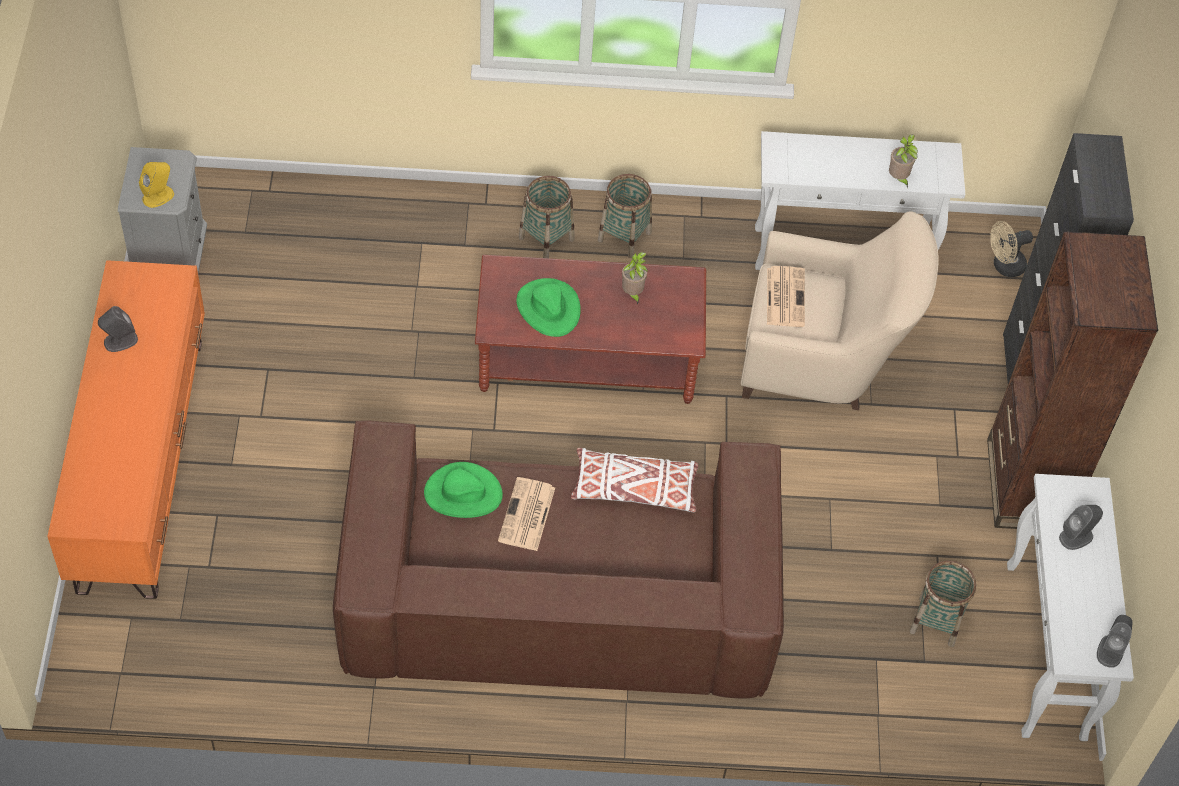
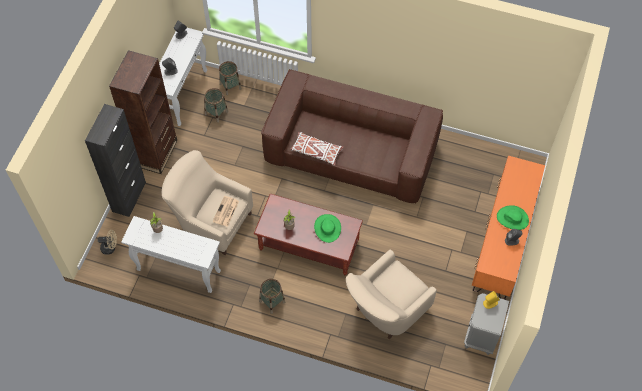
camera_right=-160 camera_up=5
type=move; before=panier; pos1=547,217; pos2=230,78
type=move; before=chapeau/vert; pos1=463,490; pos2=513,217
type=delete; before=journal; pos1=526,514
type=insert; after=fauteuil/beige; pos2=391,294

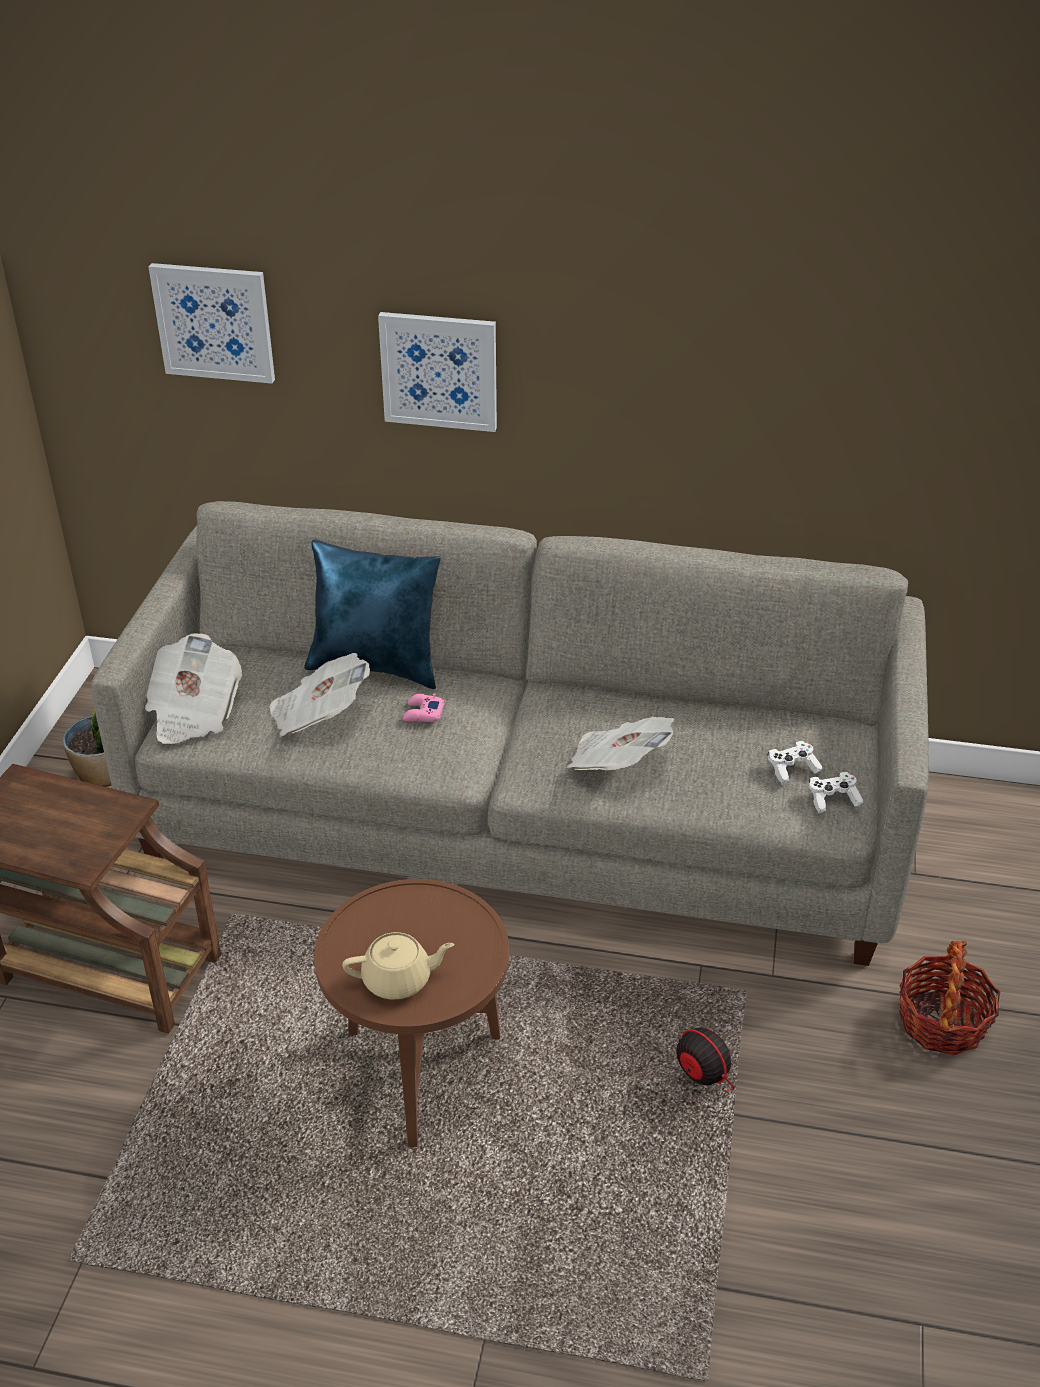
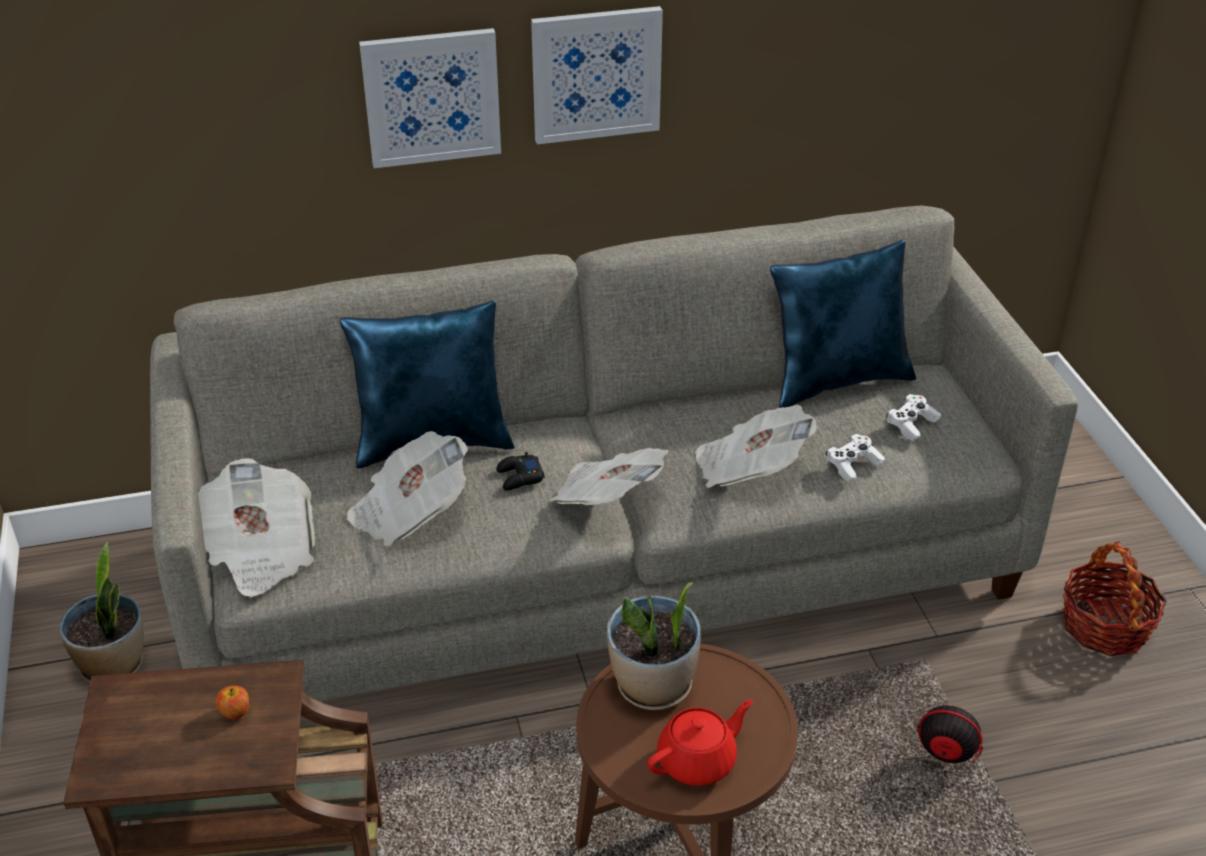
camera_right=-25 camera_up=0
type=move; before=tableau; pos1=212,323; pos2=597,75
type=recolor; before=manette/rose; after=manette/noir; pos1=424,707; pos2=520,471
type=move; before=manette/blanc; pos1=836,792; pos2=855,458
type=recolor; before=théière/beige; after=théière/rouge; pos1=398,965; pos2=700,743
type=insert; after=coussin/bleu; pos2=843,324
type=insert; after=journal; pos2=609,476
type=insert; after=plante en pot; pos2=654,646
type=insert; after=pomme; pos2=232,702

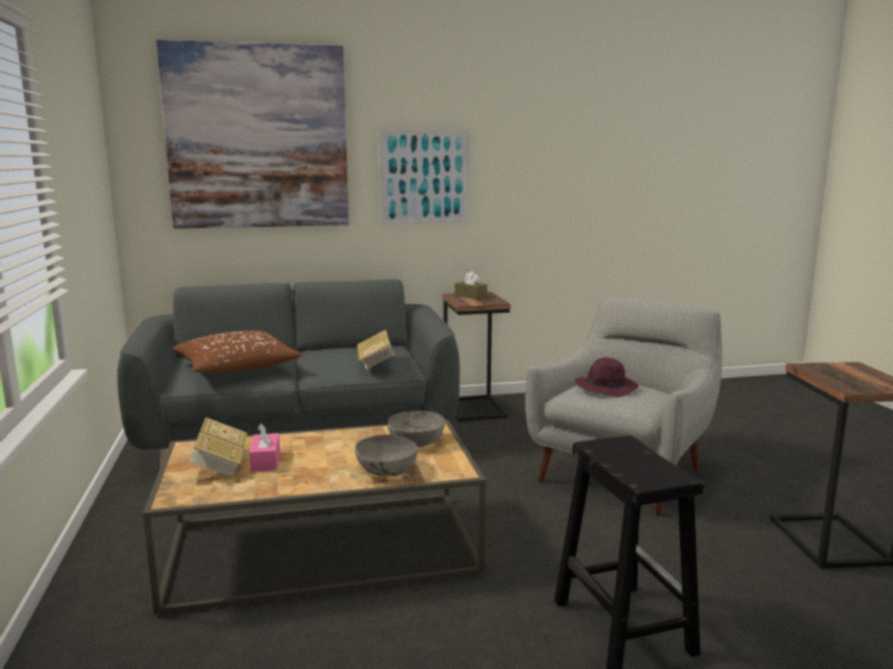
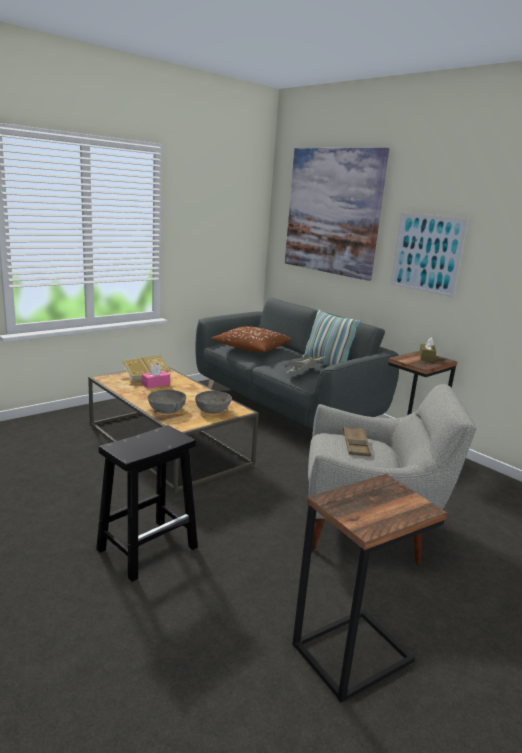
camera_right=60 camera_up=5
type=replace; before=chapeau/violet; after=plateau/marron; pos1=606,377; pos2=357,441
type=insert; after=coussin; pos2=331,337

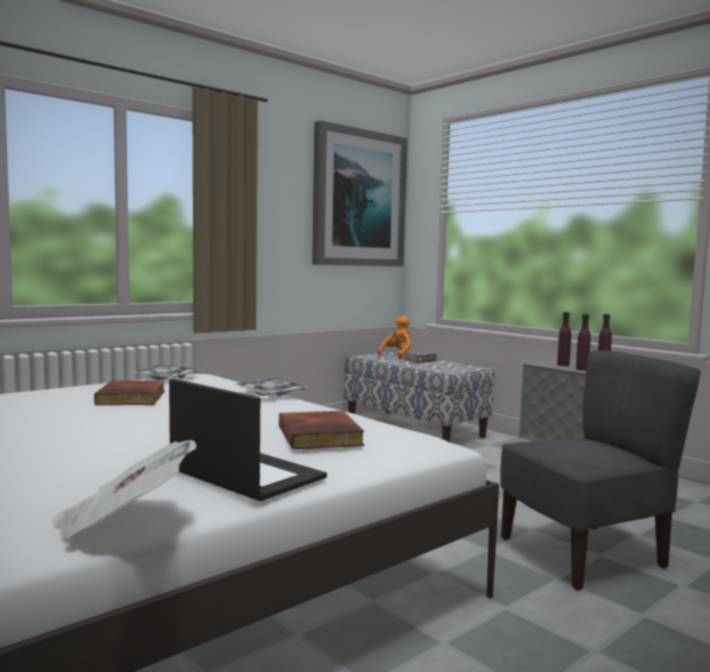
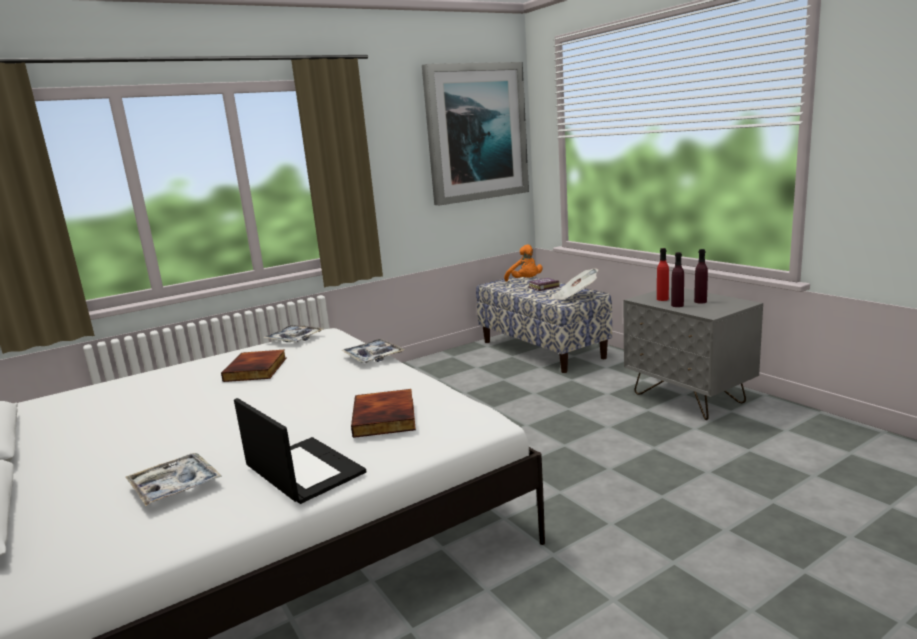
camera_right=10 camera_up=10
type=recolor; before=bouteille/violet; after=bouteille/rouge; pos1=564,339; pos2=663,274
type=rotate; before=peluche/orange; pos1=394,337; pos2=523,263; turn=105
type=delete; before=chaise/gris; pos1=600,470
type=move; before=journal; pos1=124,490; pos2=575,284
type=insert; after=plateau; pos2=174,479

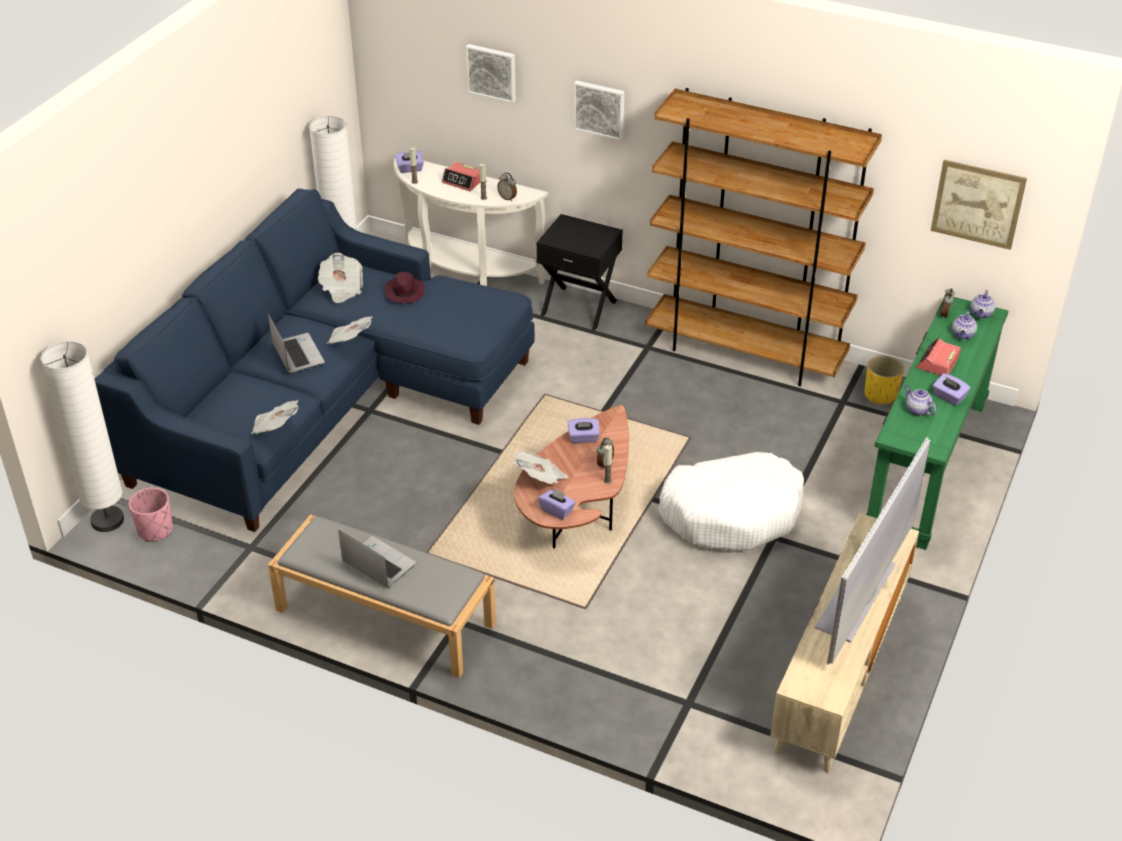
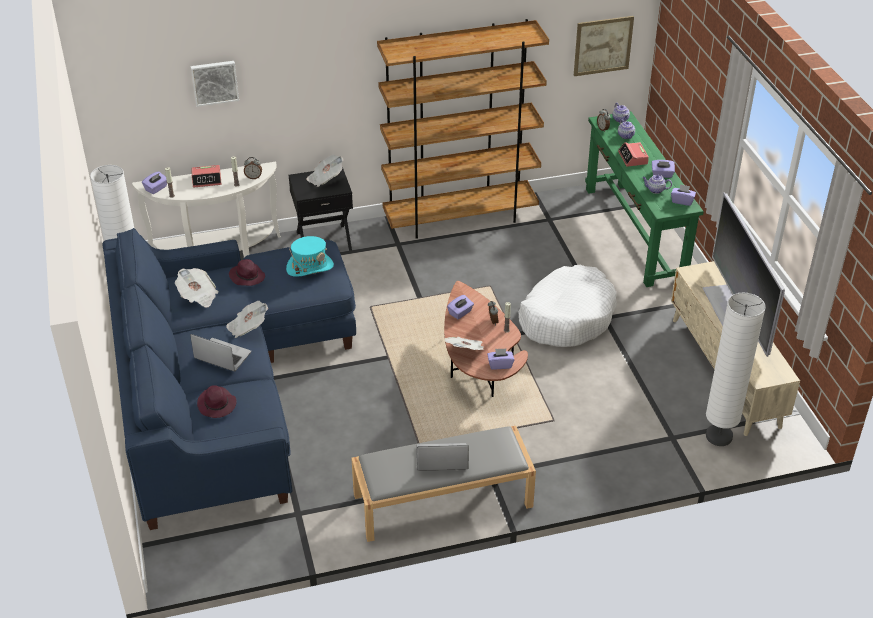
camera_right=-40 camera_up=0
type=delete; before=tableau; pos1=599,110
type=move; before=lampadaire/blanc; pos1=82,436; pos2=736,369
type=delete; before=cache-pot/jaune; pos1=884,379
type=move; before=journal; pos1=274,417; pos2=325,170
type=delete; before=cache-pot/rose; pos1=150,514
type=insert; after=boîte à mouchoirs/violet; pos2=683,195
type=insert; after=chapeau/turquoise; pos2=310,256
type=insert; after=chapeau/violet; pos2=217,401

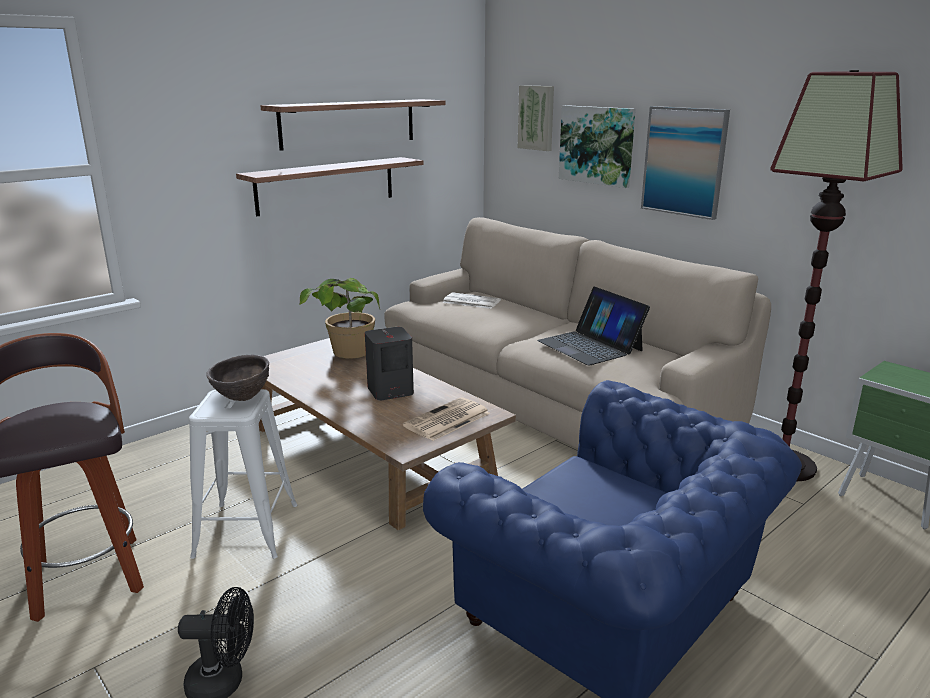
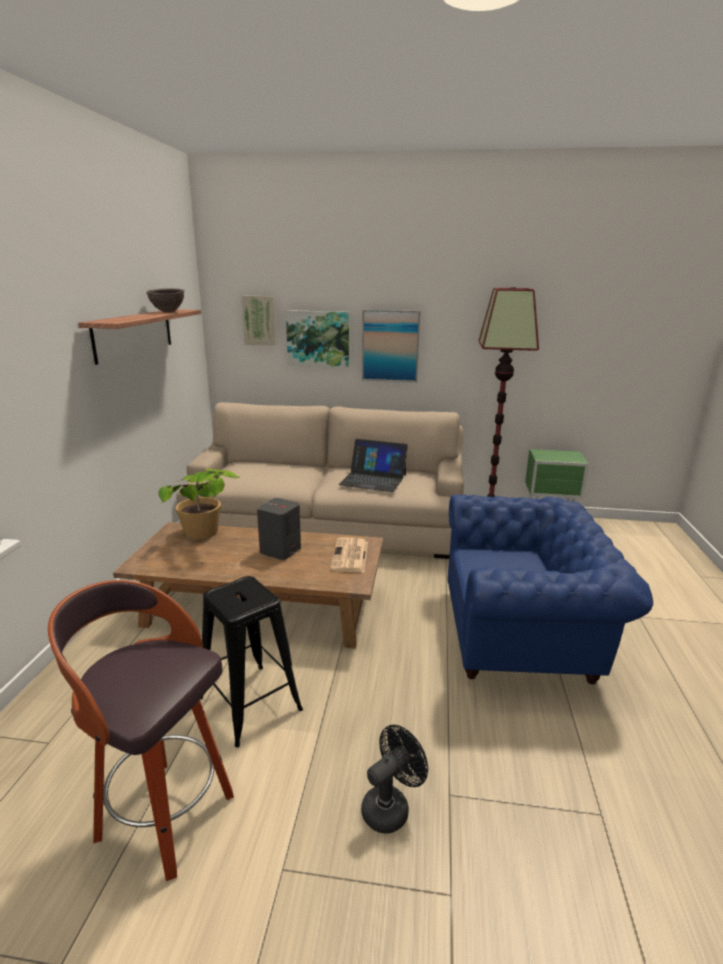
camera_right=-40 camera_up=0
type=delete; before=étagère; pos1=330,186
type=delete; before=journal; pos1=471,300
type=move; before=bol/marron; pos1=237,378; pos2=166,300
type=recolor; before=tabouret/blanc; after=tabouret/noir; pos1=243,474; pos2=252,661

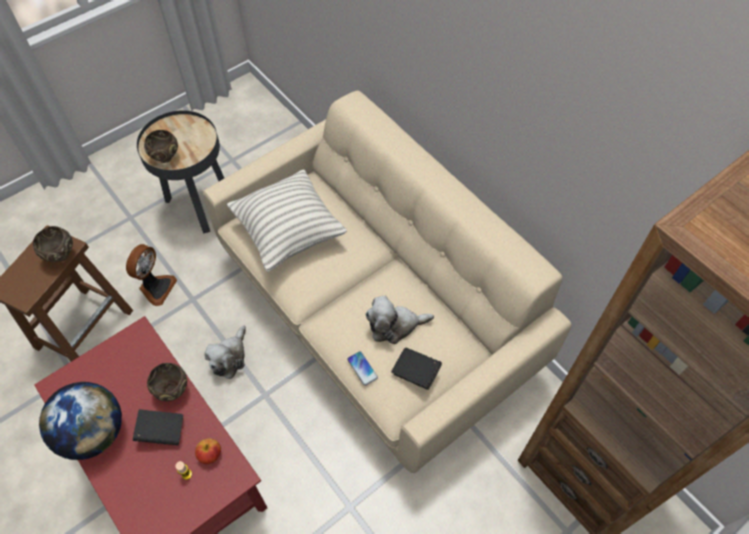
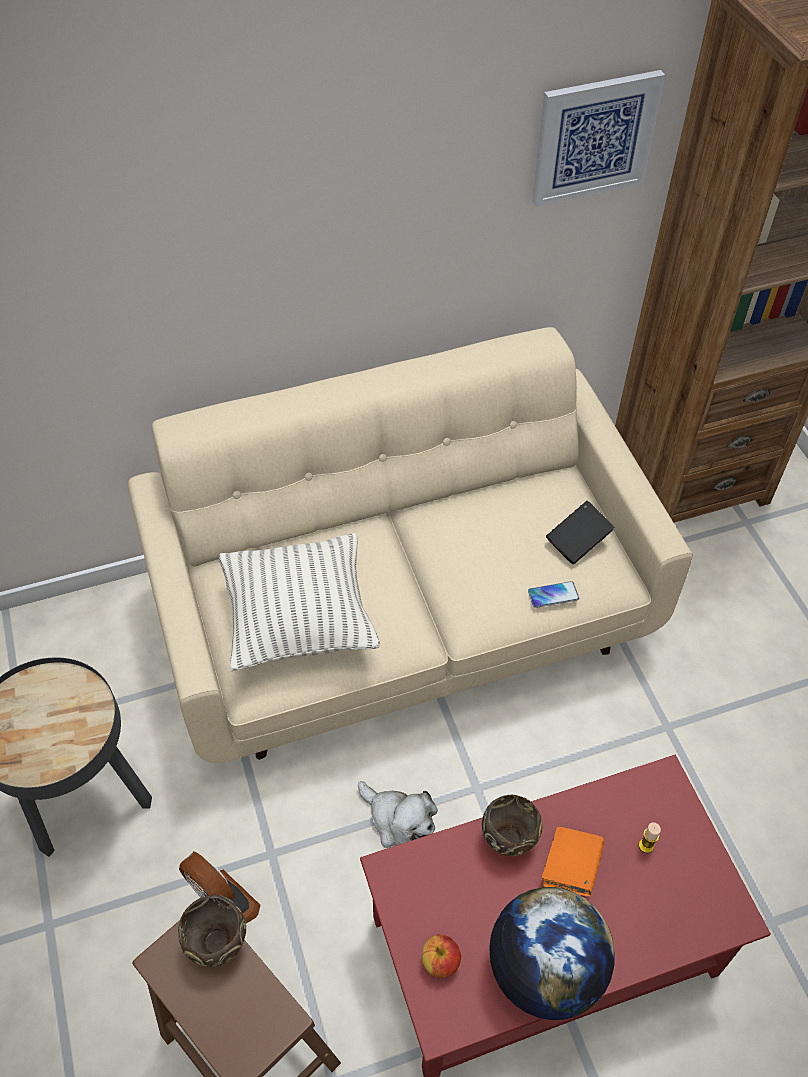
camera_right=-70 camera_up=-5
type=delete; before=bol/marron; pos1=161,146
type=delete; before=peluche; pos1=399,320
type=recolor; before=livre/noir; after=livre/orange; pos1=158,427; pos2=573,861
type=move; before=pomme; pos1=208,451; pos2=441,956
type=insert; after=tableau; pos2=598,138

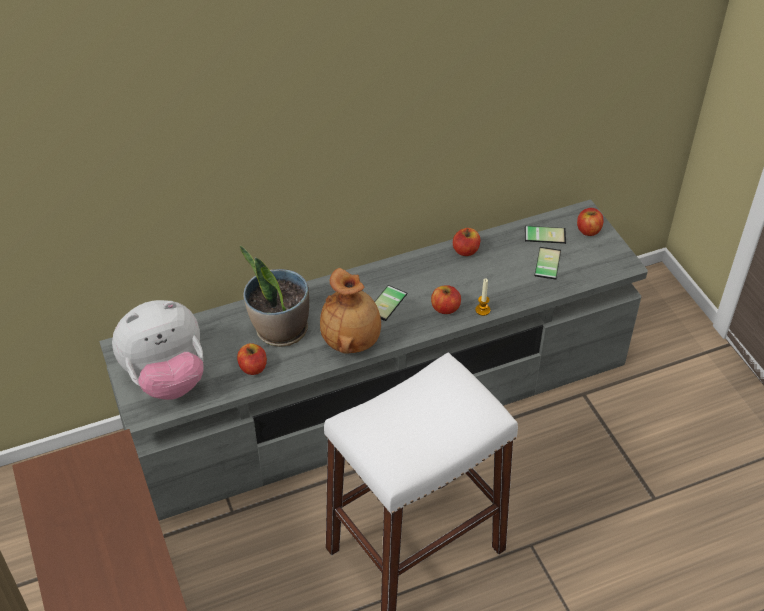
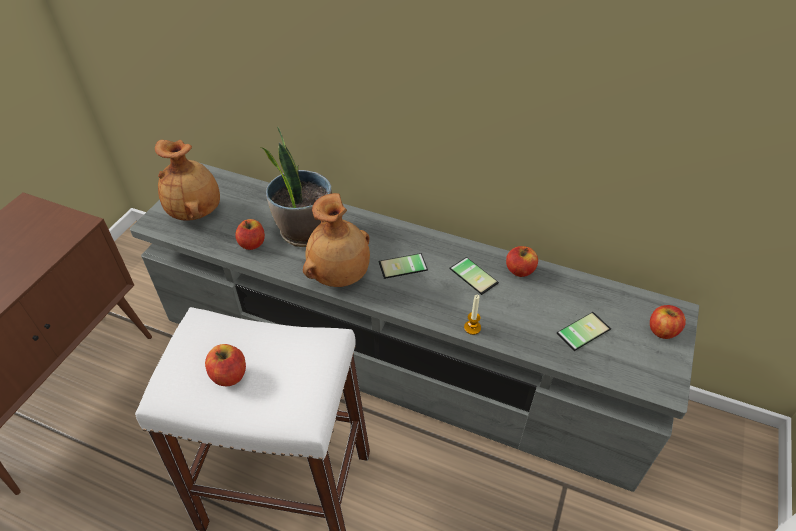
camera_right=45 camera_up=0
type=move; before=téléphone; pos1=545,233; pos2=474,276
type=move; before=pomme; pos1=446,299; pos2=225,365
type=replace; before=peluche; after=vase/marron; pos1=158,350; pos2=187,180

